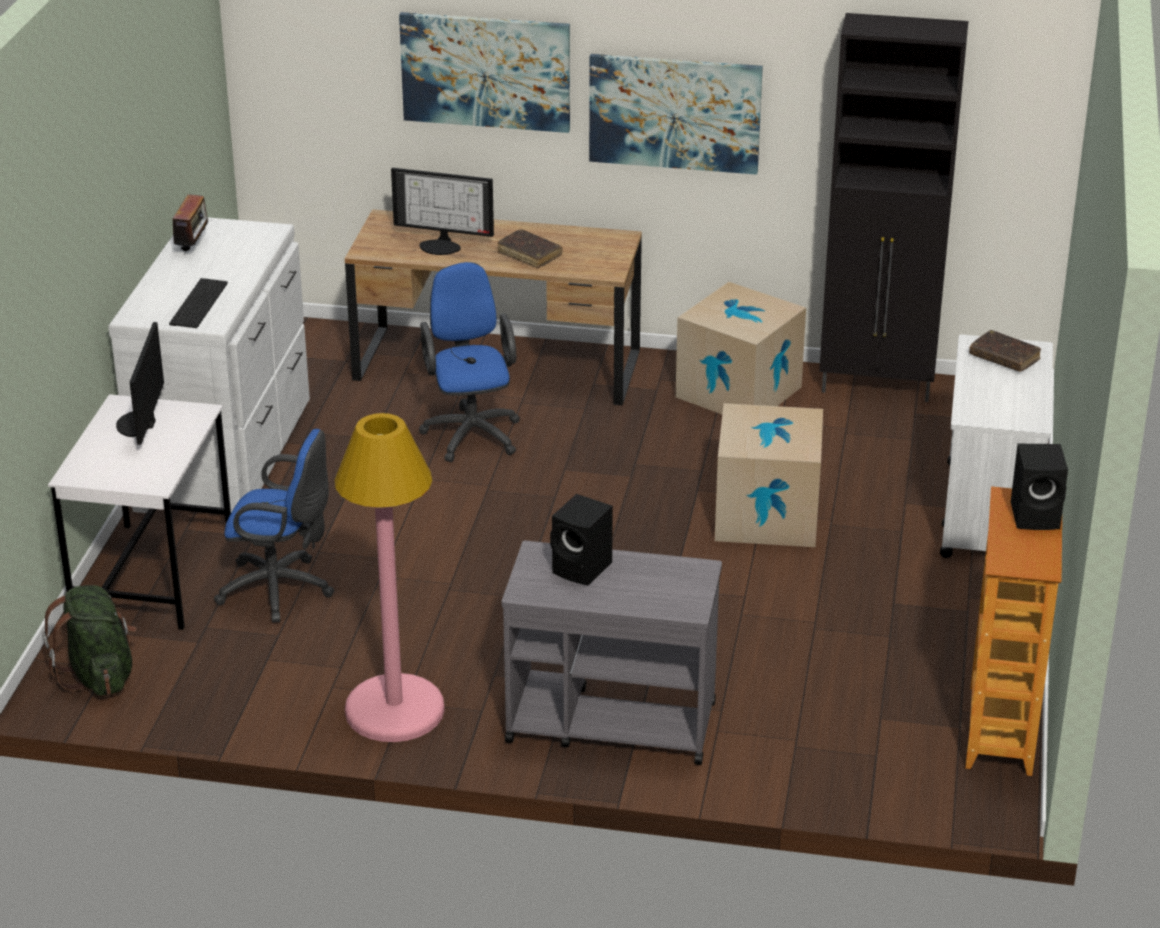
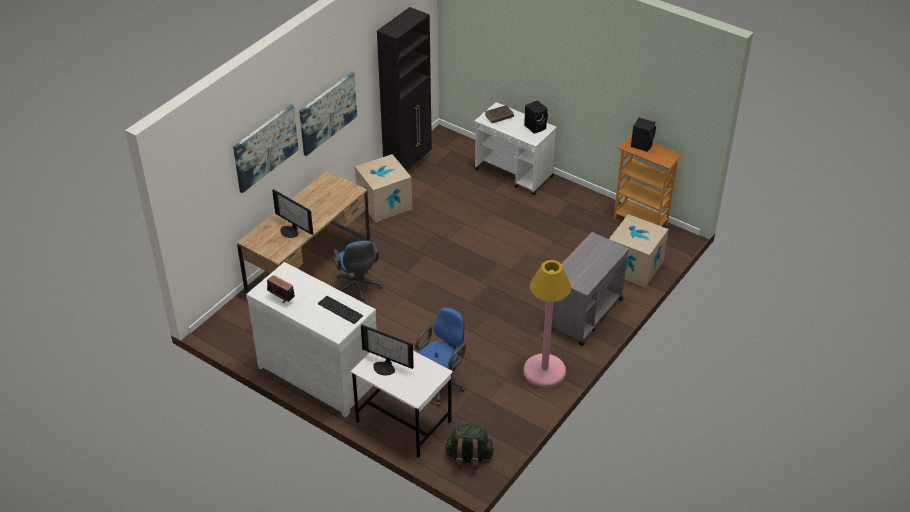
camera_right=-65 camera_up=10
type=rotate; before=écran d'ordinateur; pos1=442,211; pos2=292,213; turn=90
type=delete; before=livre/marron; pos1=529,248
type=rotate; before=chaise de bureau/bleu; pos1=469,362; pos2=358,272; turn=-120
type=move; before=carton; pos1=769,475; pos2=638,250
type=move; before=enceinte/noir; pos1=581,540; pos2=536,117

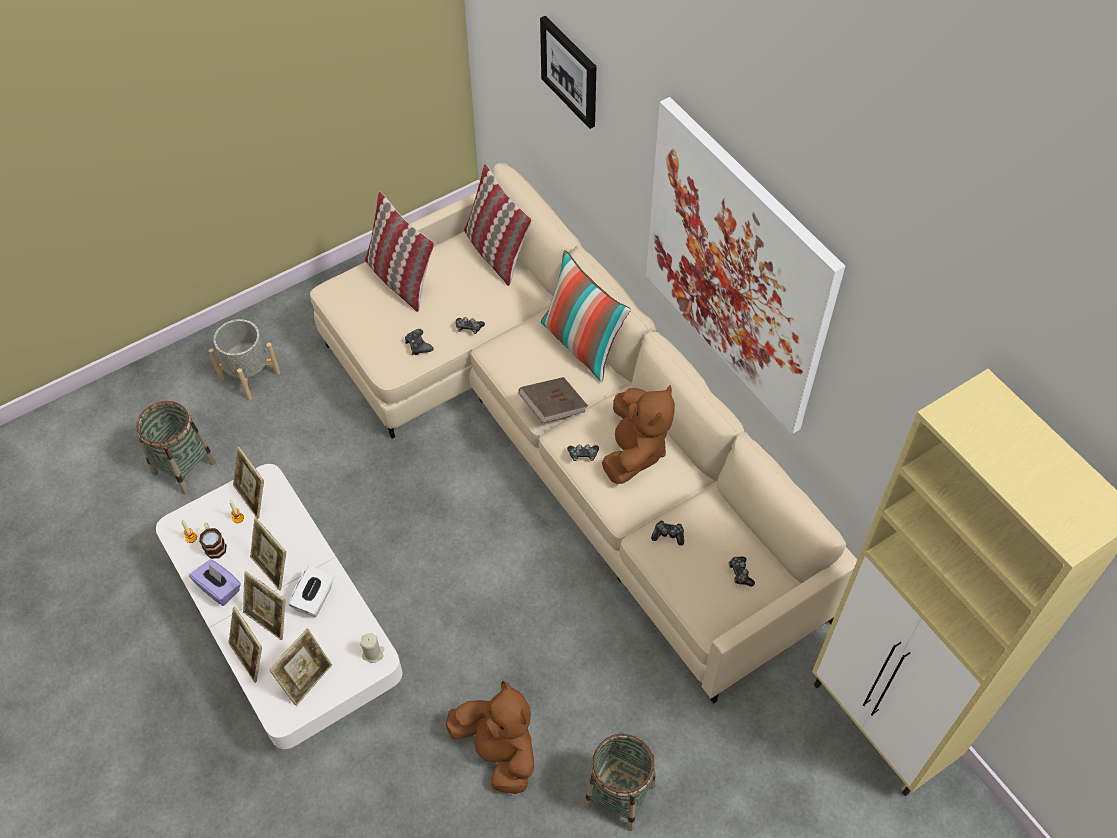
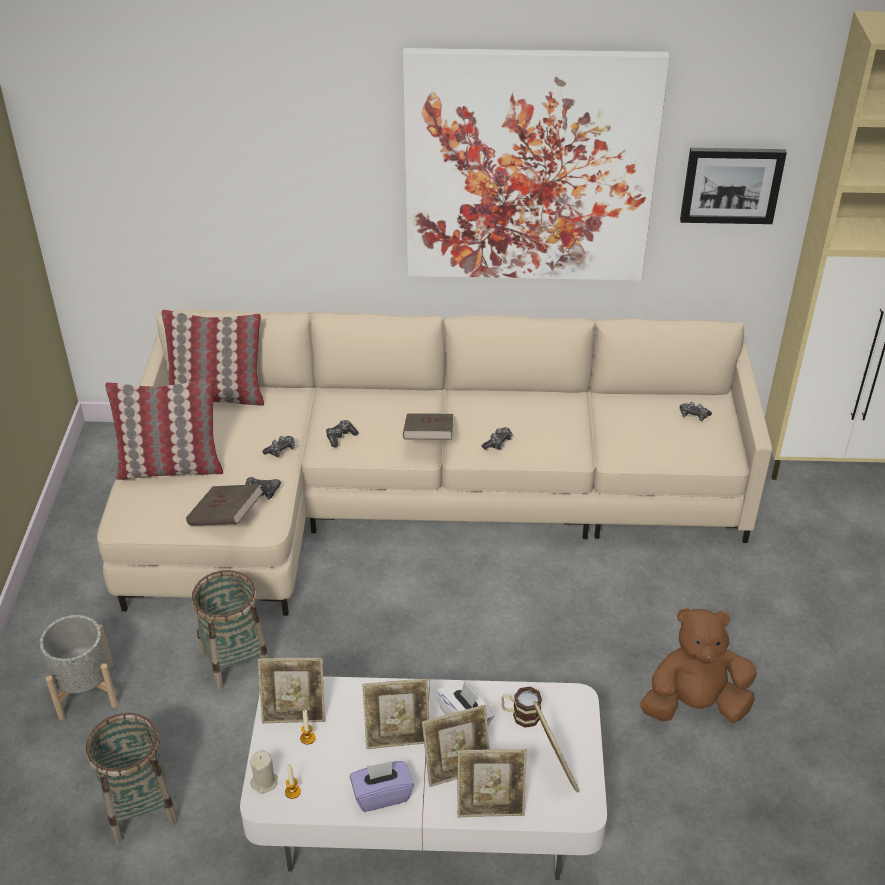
camera_right=-55 camera_up=-15
type=move; before=tableau; pos1=568,72; pos2=733,186
type=delete; before=coussin; pos1=586,316
type=delete; before=peluche/marron; pos1=638,434
type=move; before=manette; pos1=667,533; pos2=342,433
type=move; before=mug; pos1=213,541; pos2=521,707
type=move; before=bougie/beige; pos1=372,648; pos2=264,772
type=move; before=panier; pos1=619,782; pos2=230,630
type=insert; after=livre/marron; pos2=225,504

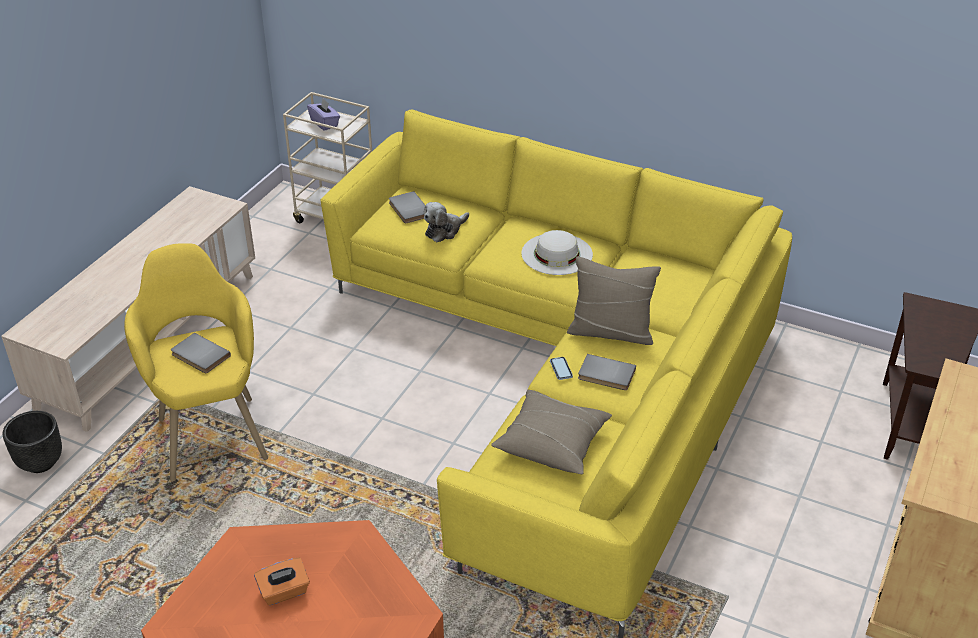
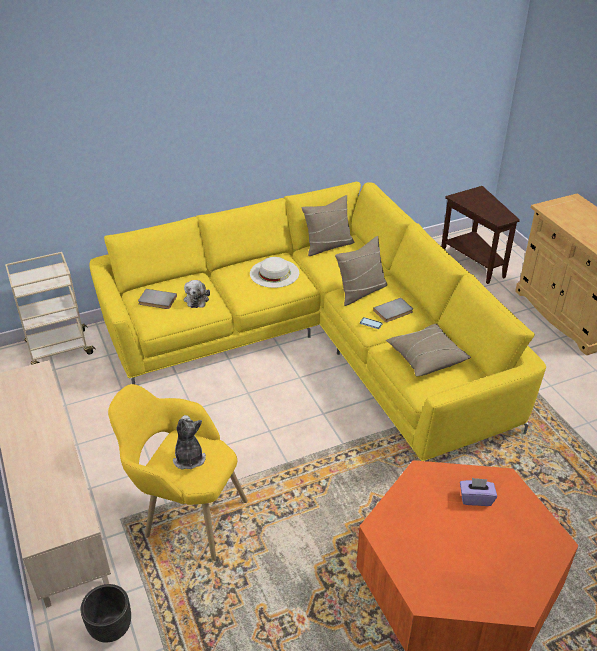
camera_right=-50 camera_up=0
type=move; before=boîte à mouchoirs/violet; pos1=323,115; pos2=478,492
type=replace; before=livre/gris; after=peluche; pos1=201,353; pos2=189,442
type=delete; before=boîte à mouchoirs/orange; pos1=282,582
type=insert; after=coussin/beige; pos2=328,225

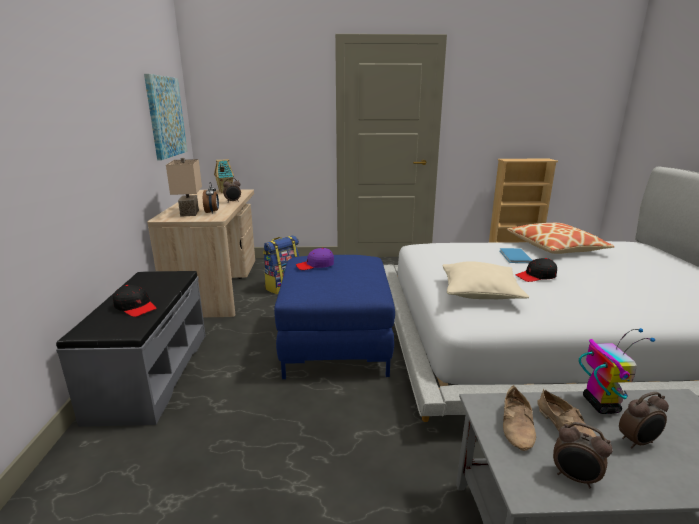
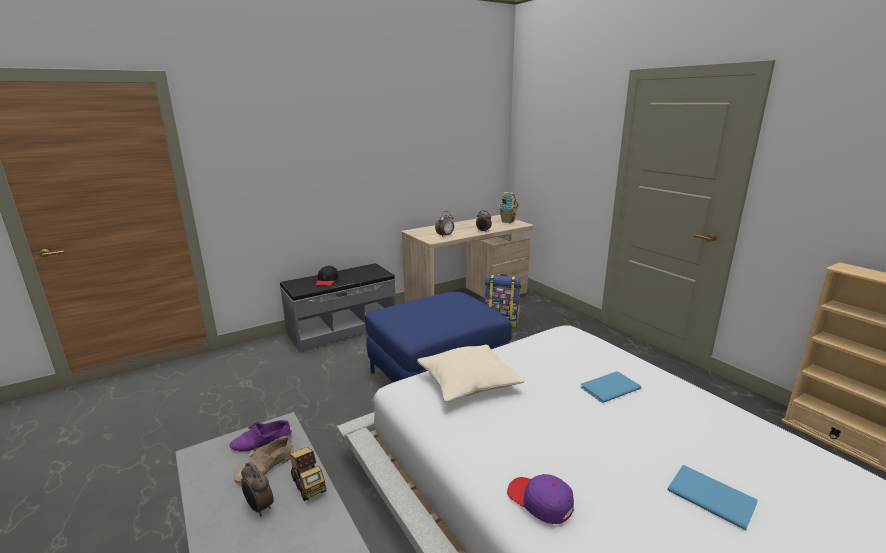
camera_right=60 camera_up=0
type=delete; before=tableau; pos1=165,117
type=delete; before=lampe de table/beige; pos1=184,187
type=delete; before=coussin; pos1=561,238
type=move; before=casquette/violet; pos1=315,259; pos2=540,499
type=delete; before=casquette/noir; pos1=536,270
type=replace; before=robot jouet; after=camion jouet; pos1=617,371; pos2=307,474
type=recolor; before=chaussure/beige; after=chaussure/violet; pos1=519,418; pos2=260,436
type=delete; before=réveil; pos1=582,455
type=insert; after=livre/bleu; pos2=713,497

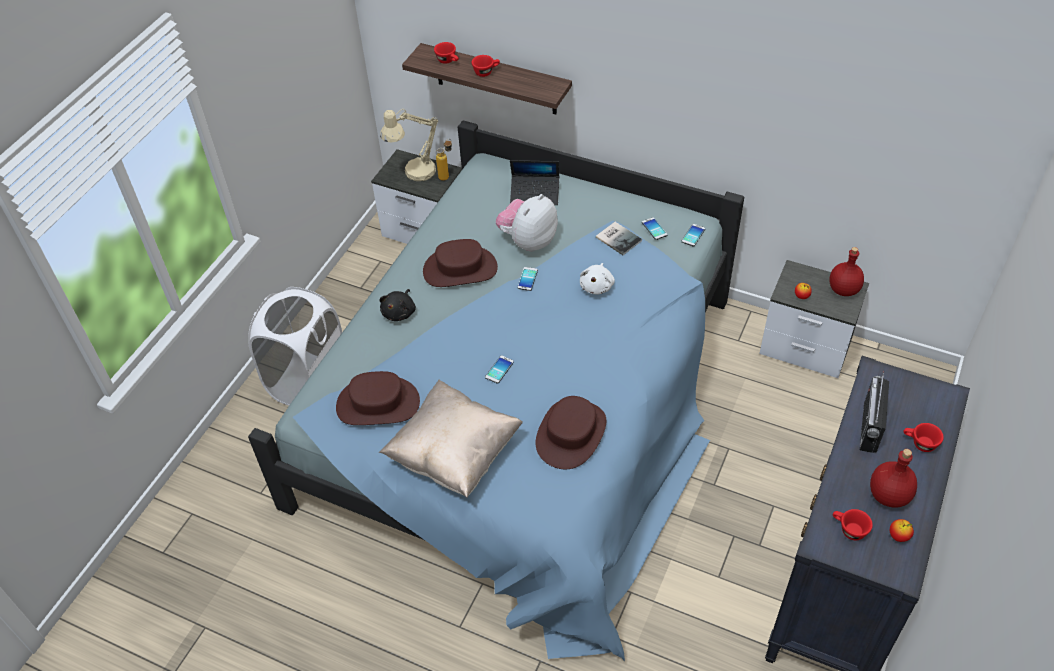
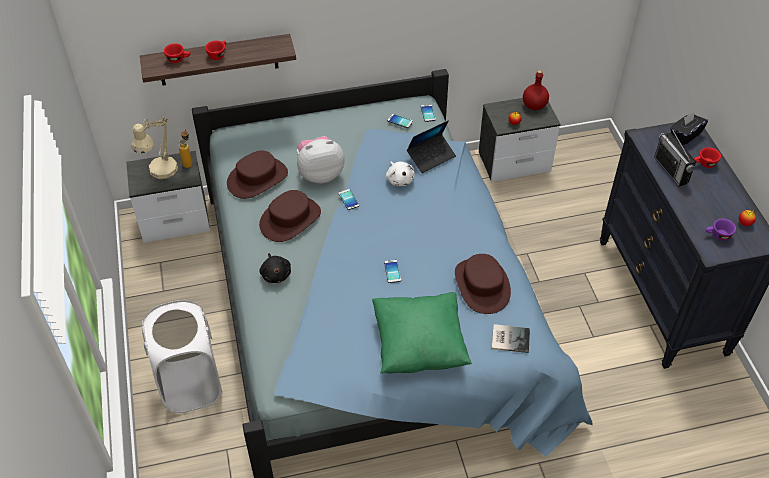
camera_right=-40 camera_up=0
type=move; before=ordinateur portable; pos1=534,182; pos2=431,147
type=rotate; before=peluche; pos1=527,223; pos2=320,159; turn=75
type=move; before=livre; pos1=619,238; pos2=511,338
type=move; before=chapeau/marron; pos1=378,398; pos2=257,175
type=recolor; before=coussin/beige; after=coussin/vert; pos1=451,438; pos2=422,333
type=delete; before=bouteille/rouge; pos1=893,478
type=recolor; before=tasse/rouge; after=tasse/violet; pos1=853,524; pos2=721,230
type=insert; after=boîte à mouchoirs/noir; pos2=689,128

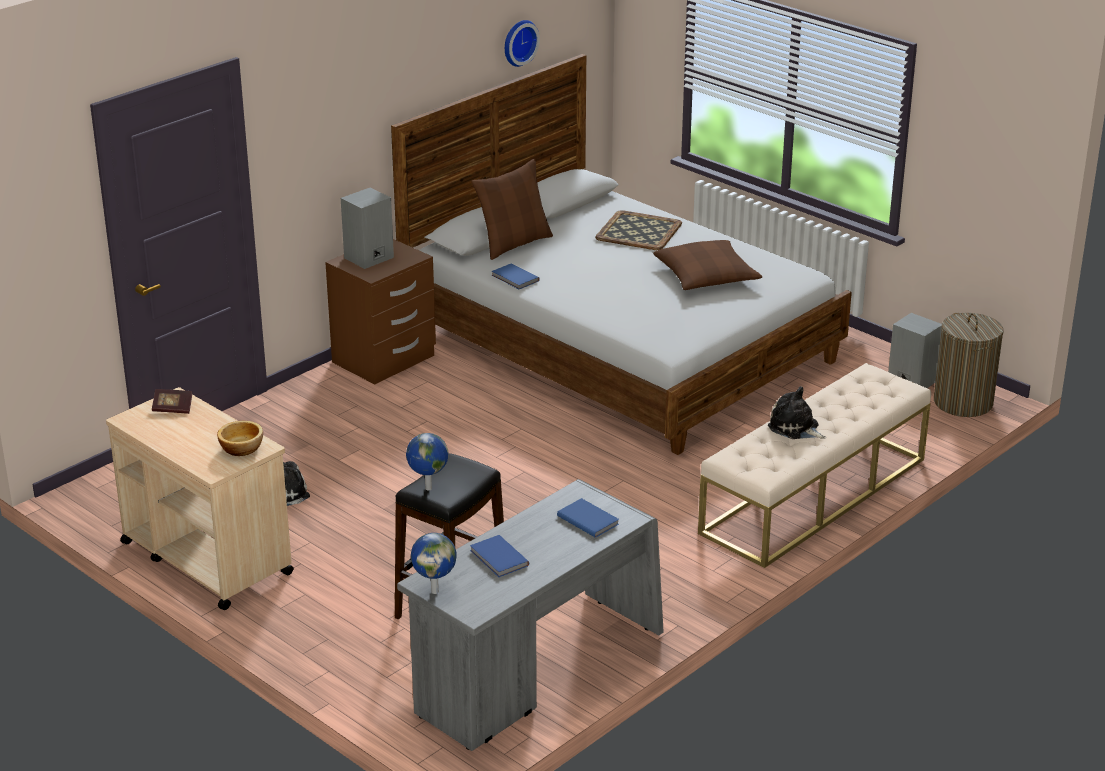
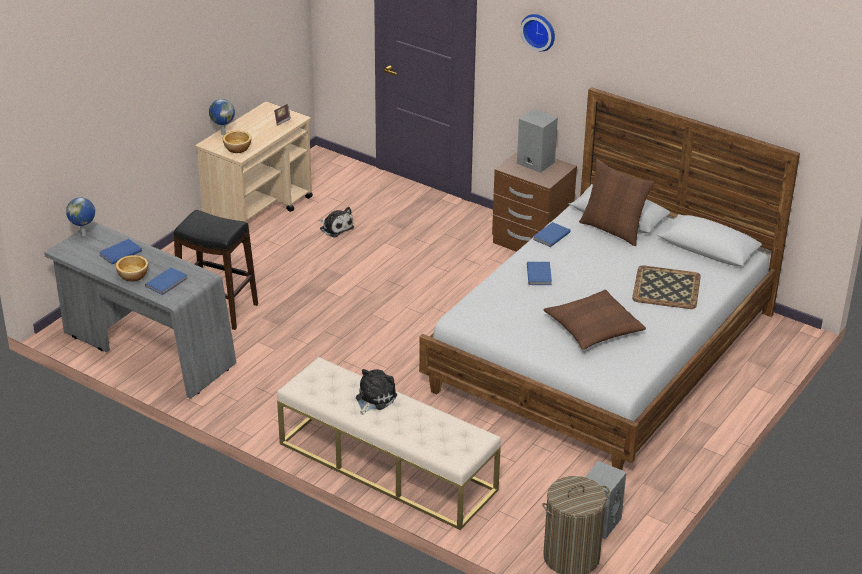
camera_right=80 camera_up=5
type=move; before=horloge murale; pos1=522,43; pos2=537,33
type=move; before=globe; pos1=427,462; pos2=222,117
type=insert; after=bol; pos2=132,268
type=insert; after=livre/bleu; pos2=539,273

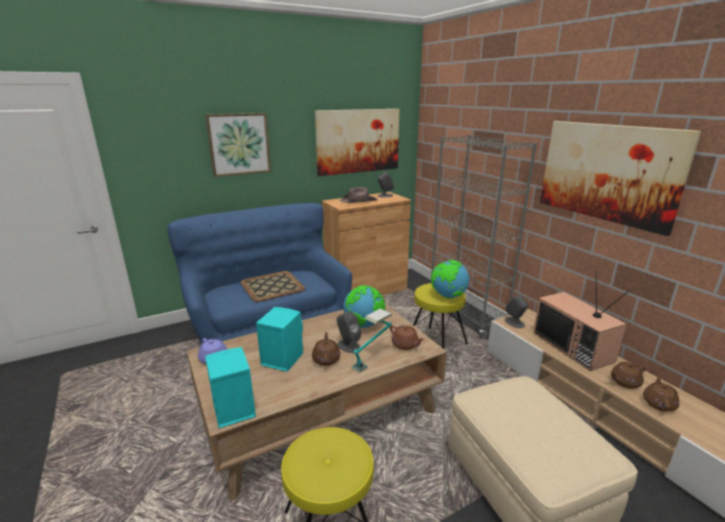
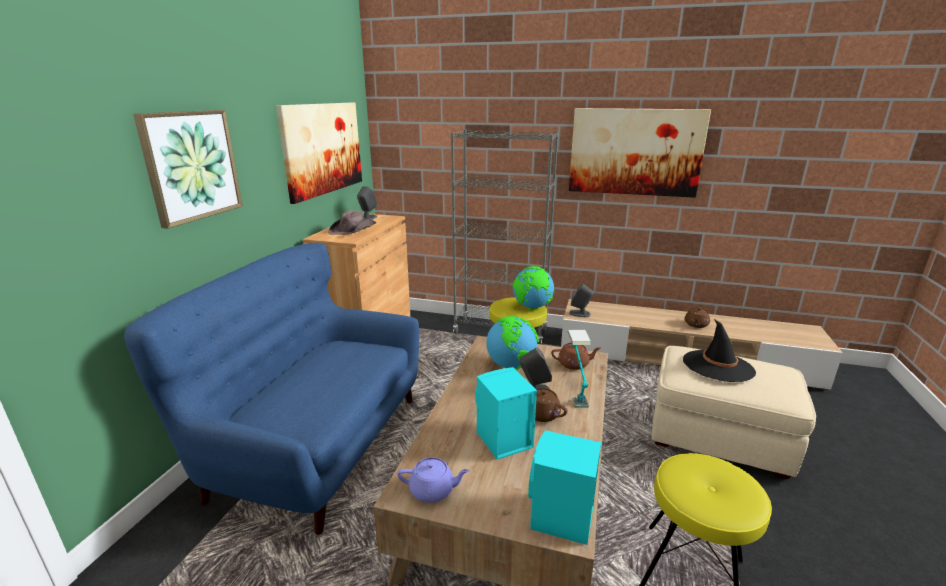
camera_right=-45 camera_up=0
type=delete; before=plateau; pos1=273,286
type=delete; before=téléviseur; pos1=581,321
type=delete; before=théière/marron; pos1=661,393
type=insert; after=chapeau/noir; pos2=719,350

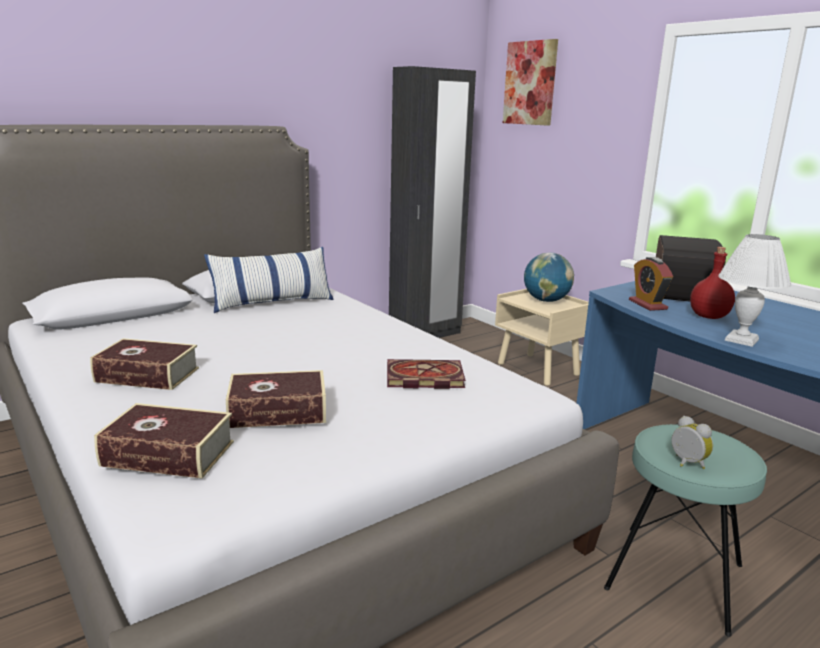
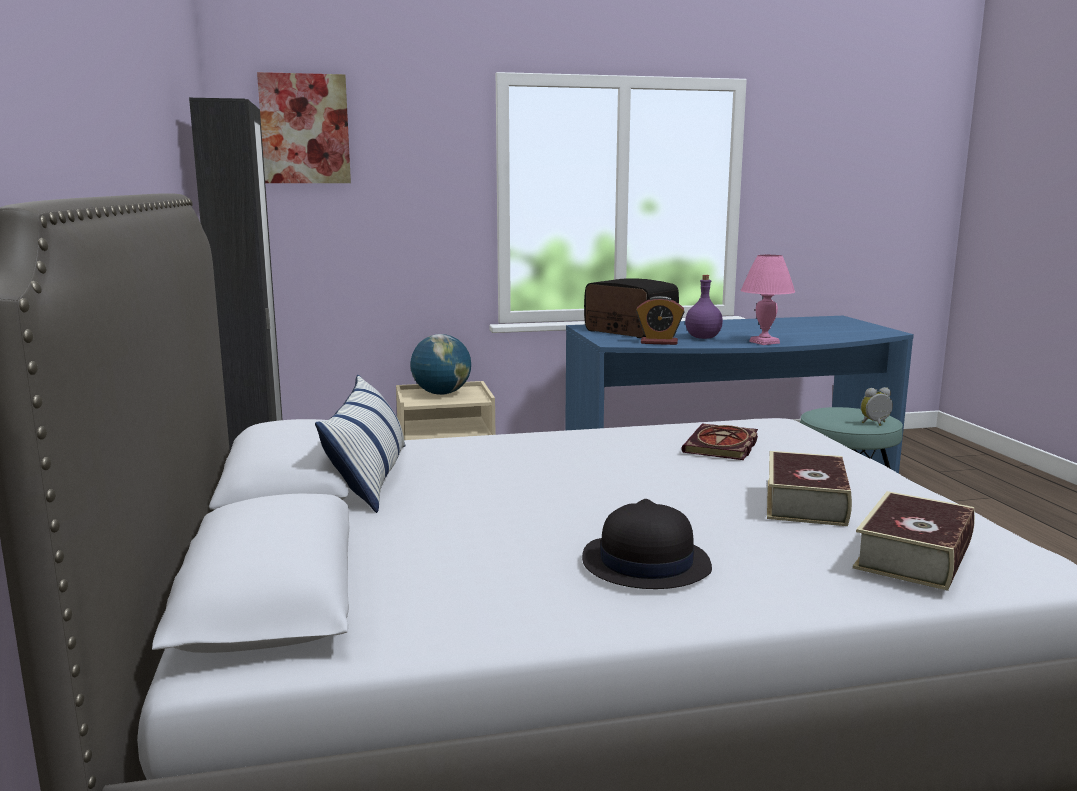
camera_right=-65 camera_up=-5
type=recolor; before=lampe de table/blanc; after=lampe de table/rose; pos1=754,290; pos2=767,300
type=recolor; before=bouteille/rouge; after=bouteille/violet; pos1=712,283; pos2=704,307
type=replace; before=livre; after=chapeau/noir; pos1=144,364; pos2=647,544

